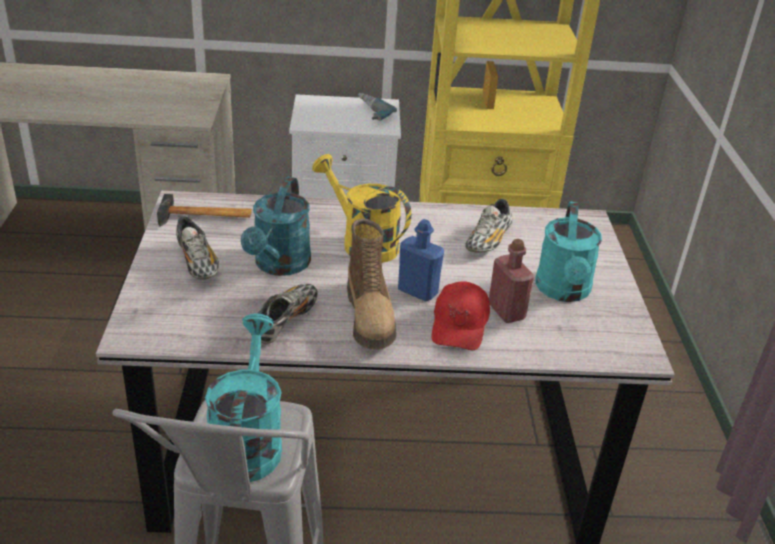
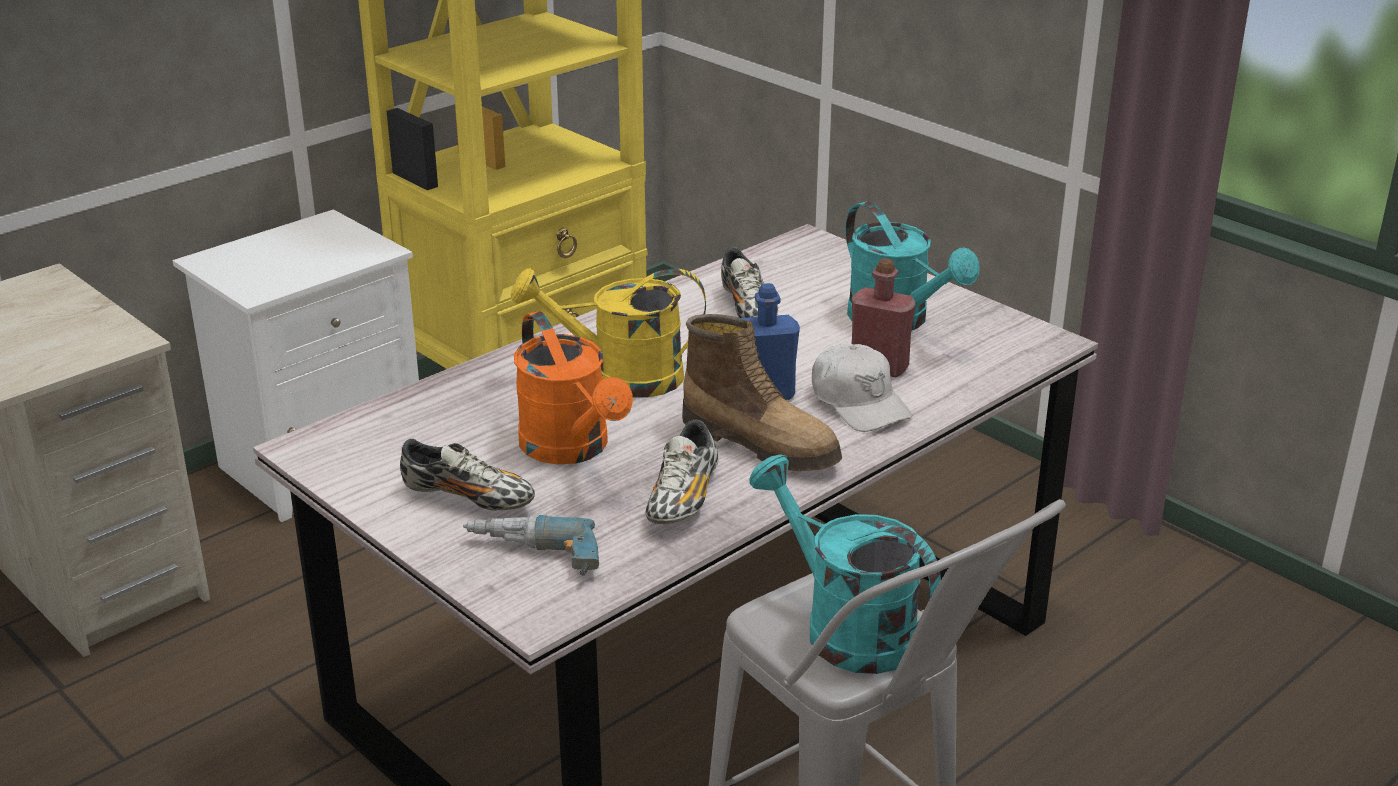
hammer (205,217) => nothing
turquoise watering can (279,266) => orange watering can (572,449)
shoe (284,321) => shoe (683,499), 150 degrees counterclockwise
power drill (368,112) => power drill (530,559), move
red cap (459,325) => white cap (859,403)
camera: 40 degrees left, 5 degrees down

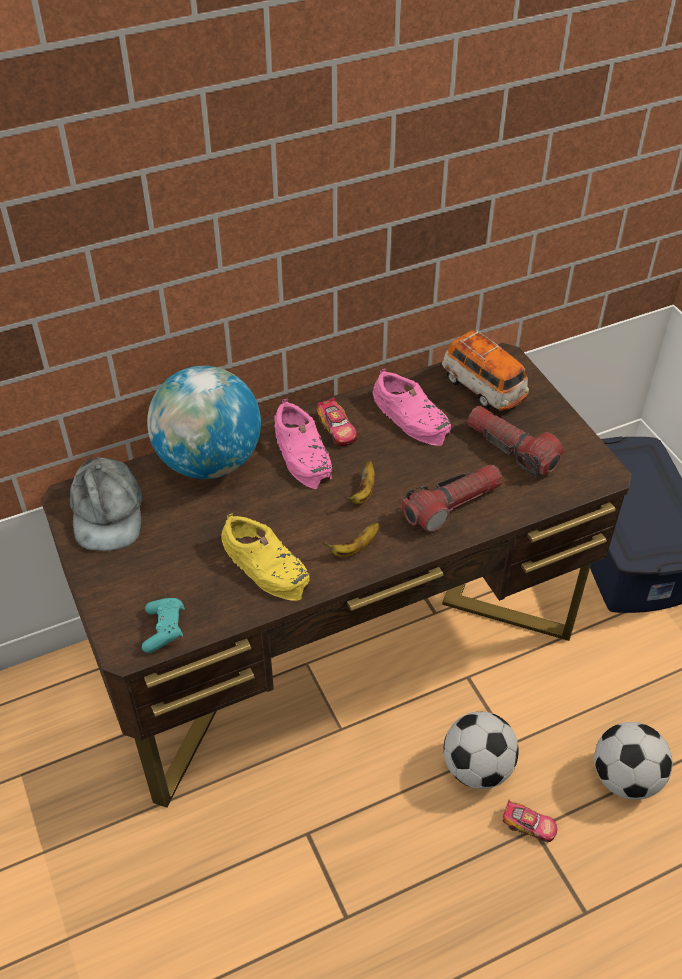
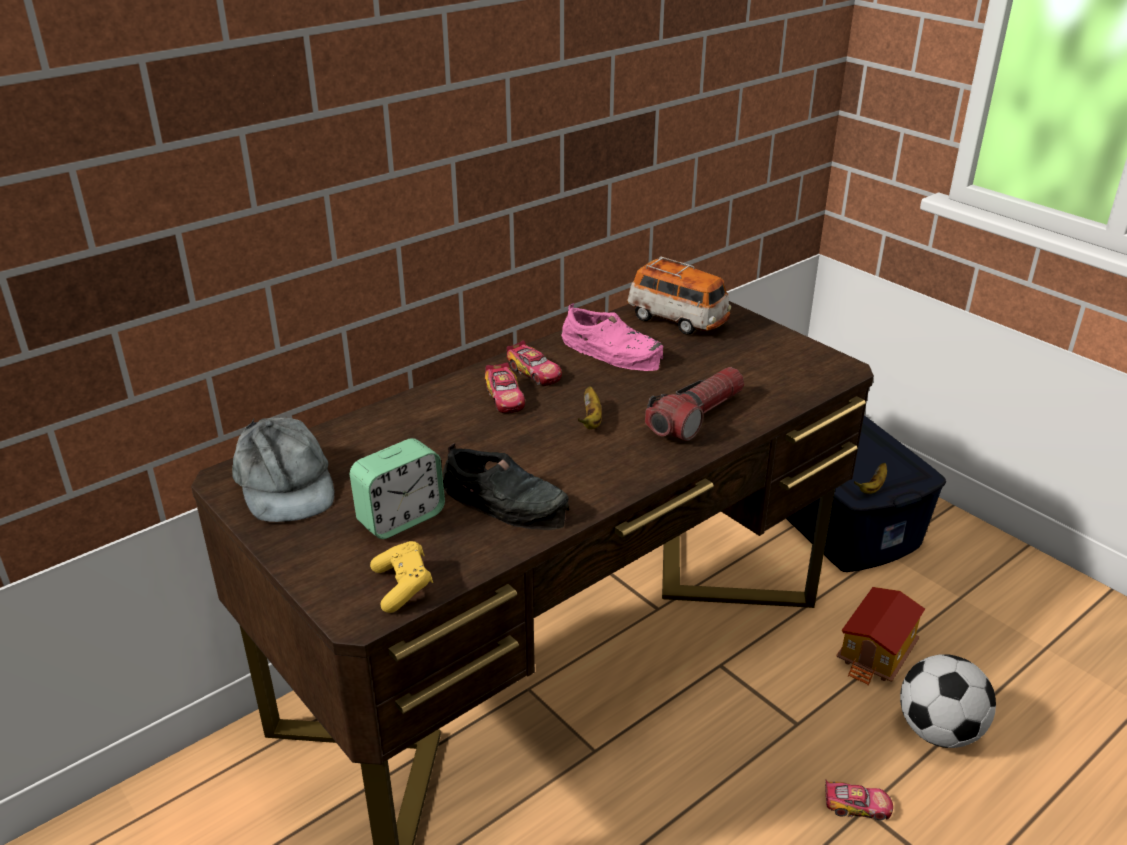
turquoise game controller (164,630) => yellow game controller (403,586)
globe (209,462) => nothing
yellow shoe (266,565) => black shoe (506,502)
pink shoe (303,453) => toy car (505,397)
banana (354,548) => banana (872,487), move
football (477,767) => nothing
flashlight (511,449) => nothing
nothing => alarm clock (401,518)
nothing => toy house (877,655)
camera: 15 degrees left, 15 degrees down

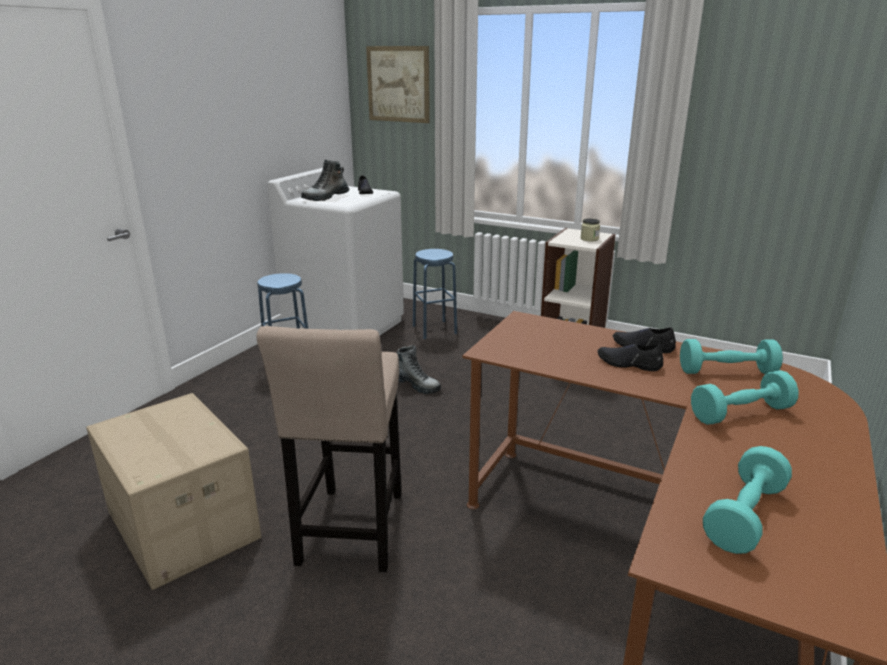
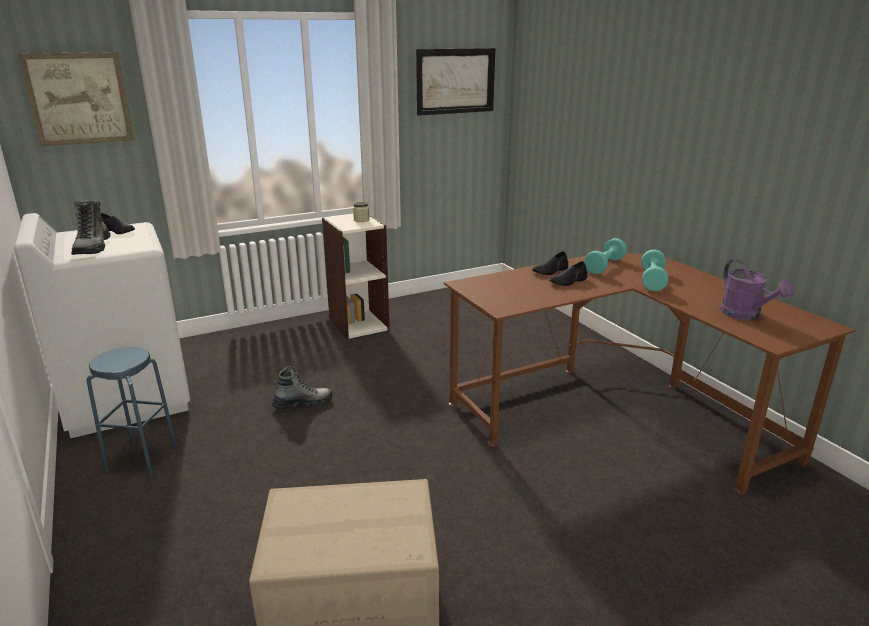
beige stool (350,533) => nothing
blue stool (434,329) => nothing
turquoise dumbbell (744,516) => purple watering can (745,315)
nothing => picture (455,81)
camera: 55 degrees left, 0 degrees up

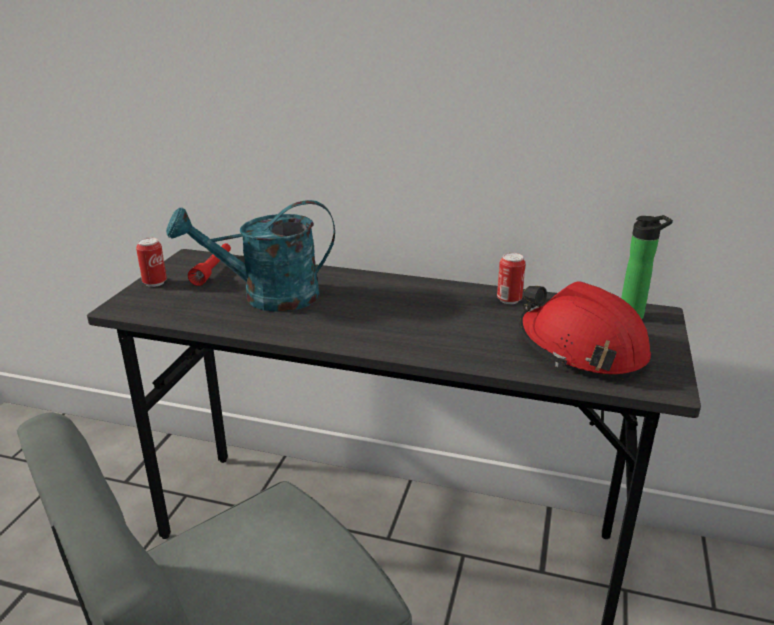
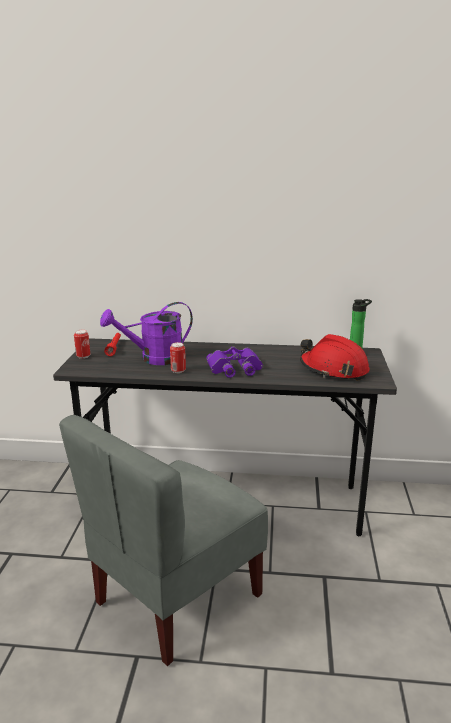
turquoise watering can (267,297) => purple watering can (154,359)
can (509,300) => can (178,371), move
nothing => purple binoculars (235,368)
camera: 10 degrees left, 5 degrees down

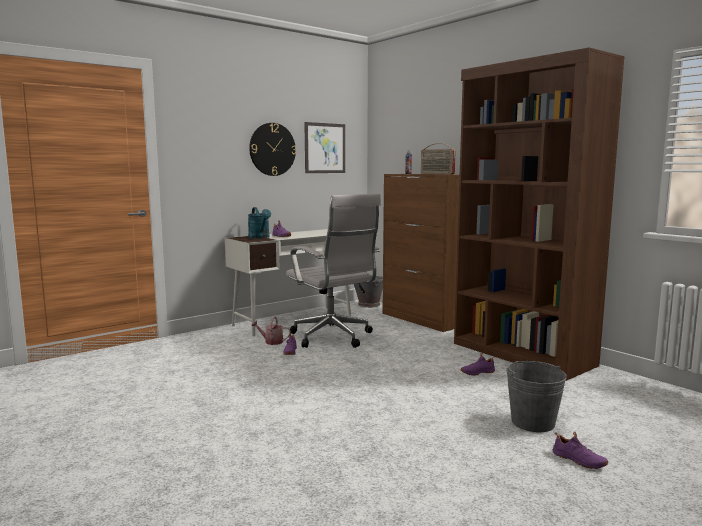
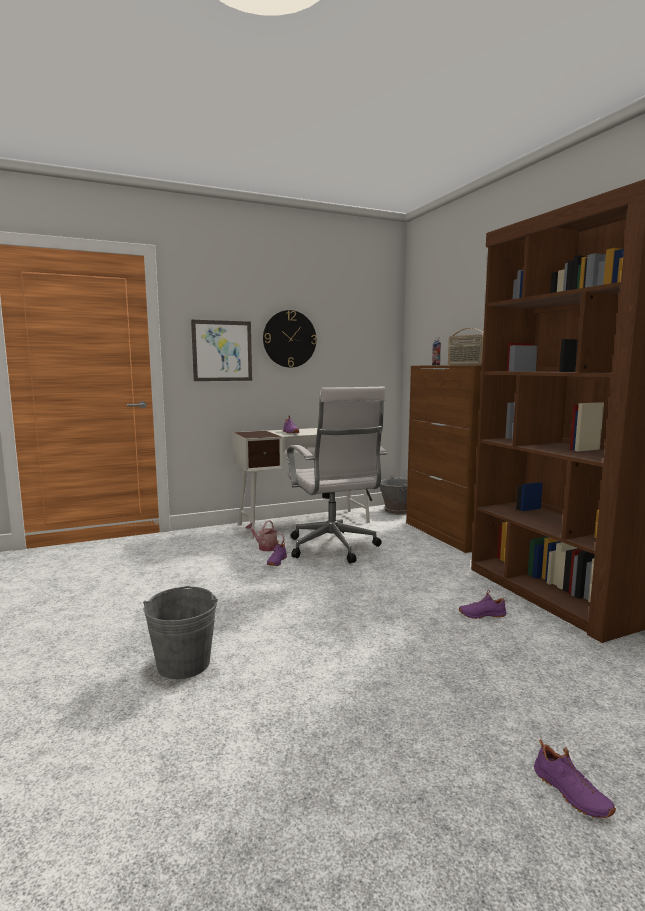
turquoise watering can (260,237) => nothing
picture (325,148) => picture (222,351), move
grey bucket (532,422) => grey bucket (184,664), move
camera: 15 degrees right, 0 degrees up

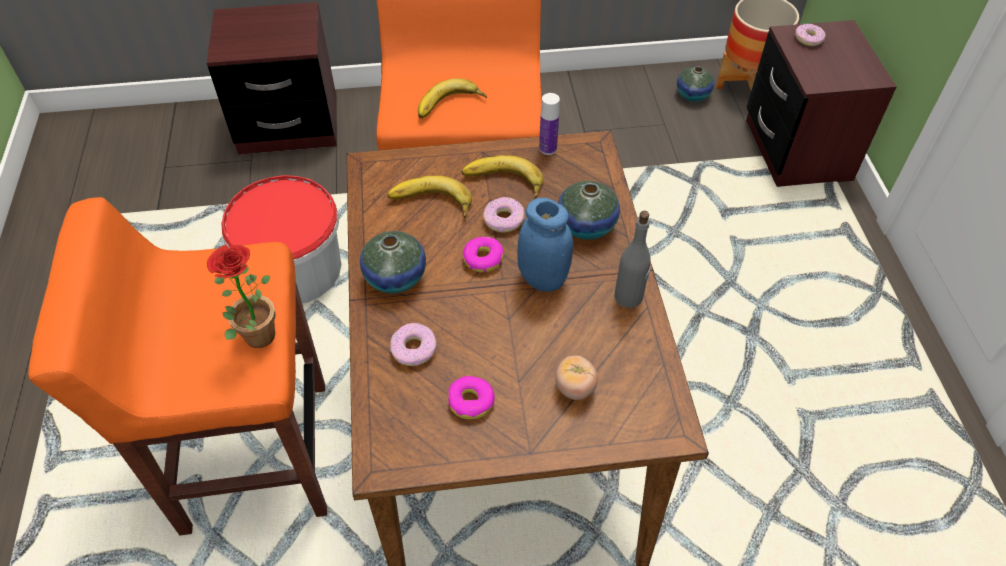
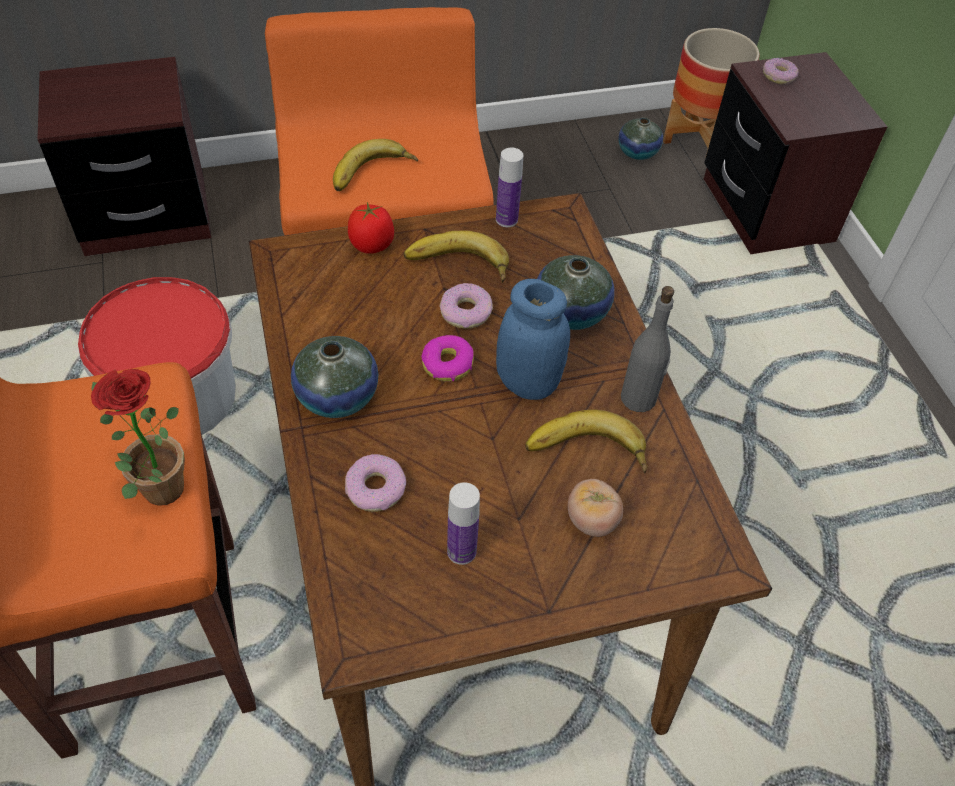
banana (430,204) => banana (586,454), move
donut (471,401) => bottle (461,551)
nothing => tomato (372,245)
camera: 10 degrees left, 0 degrees up

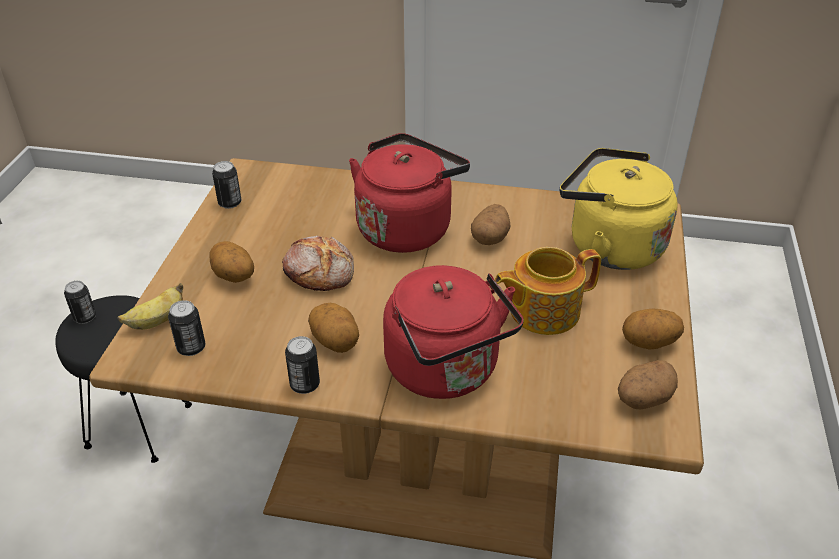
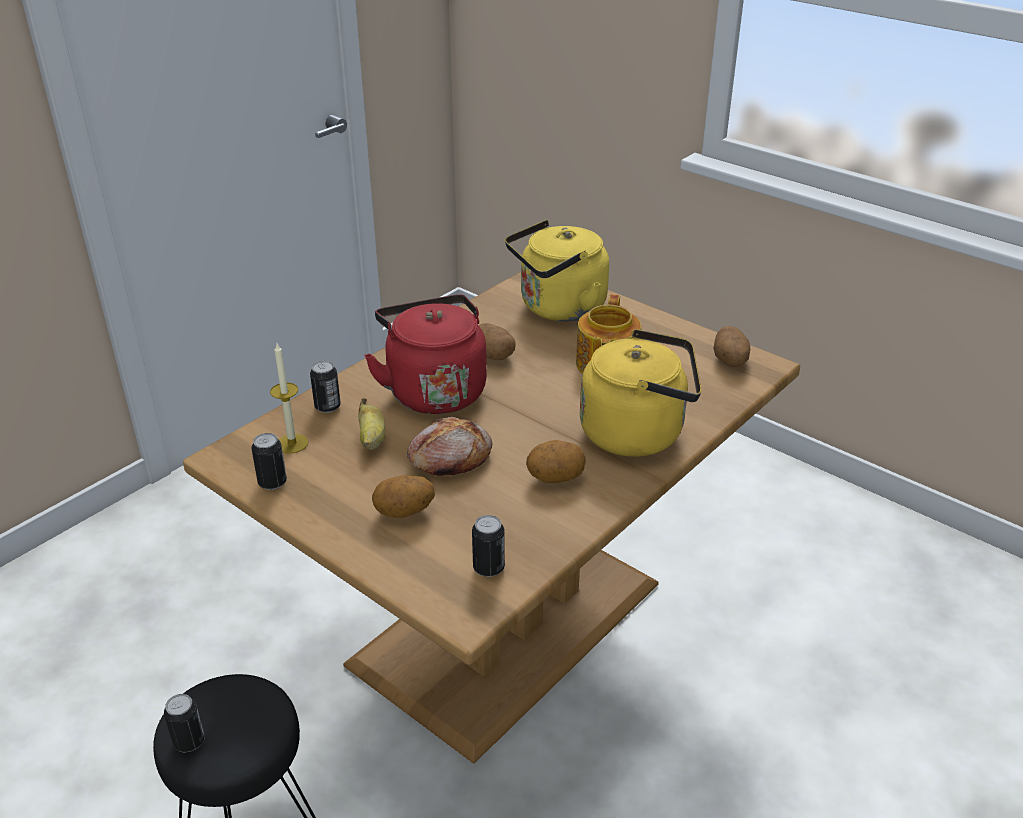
banana (157,321) => banana (372,439), move
can (305,385) => can (327,407), move
red kettle (447,371) => yellow kettle (638,433)
potato (649,344) => nothing
nothing => candle (292,443)
camera: 60 degrees left, 5 degrees down

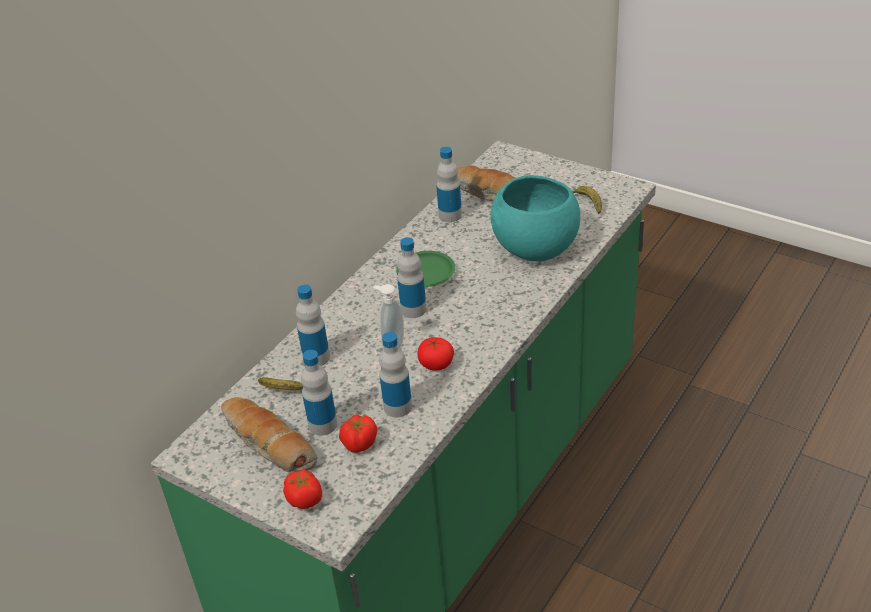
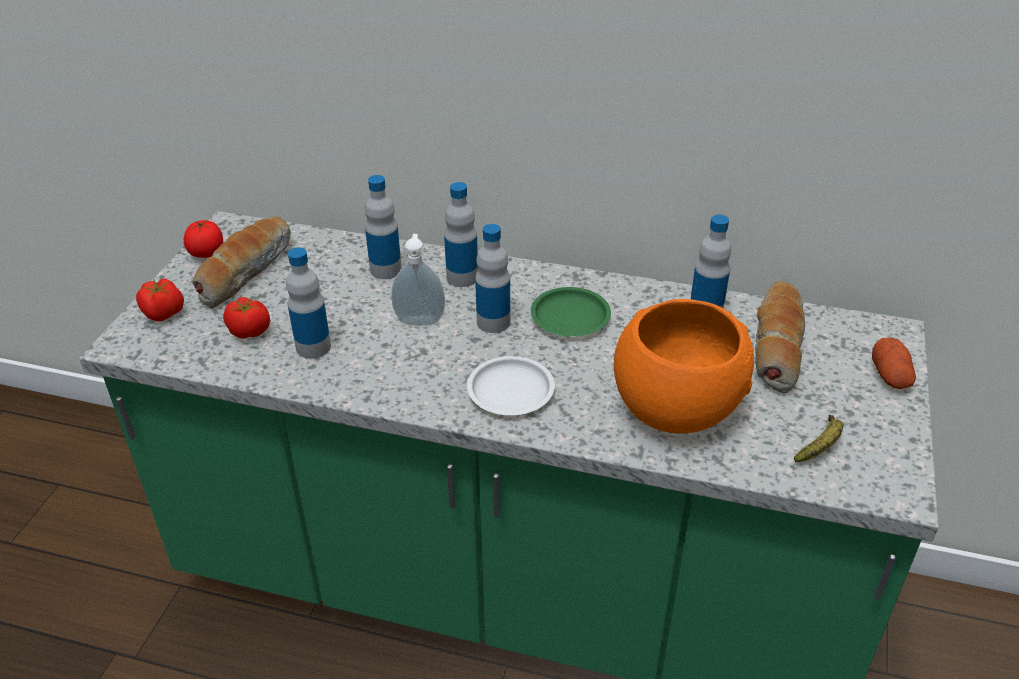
banana (285,390) => nothing
bottle (323,424) => bottle (462,277), move
tomato (436,364) => tomato (206,253), move
turquoise bowl (533,247) => orange bowl (675,405)
nothing => white plate (510,391)
nothing => potato (890,375)
camera: 70 degrees right, 0 degrees up

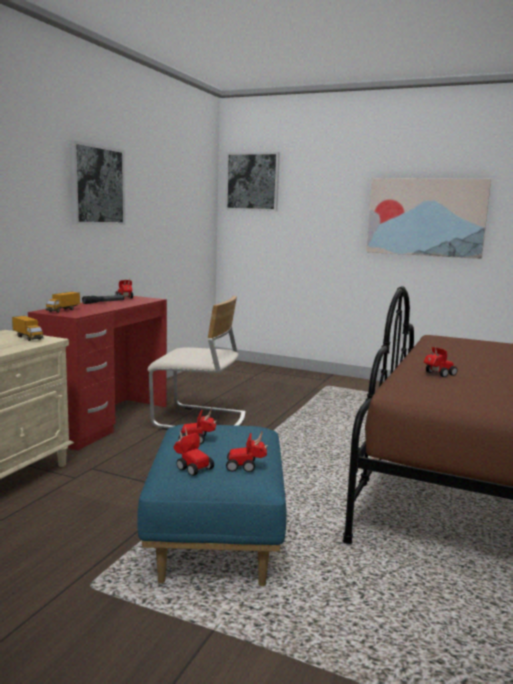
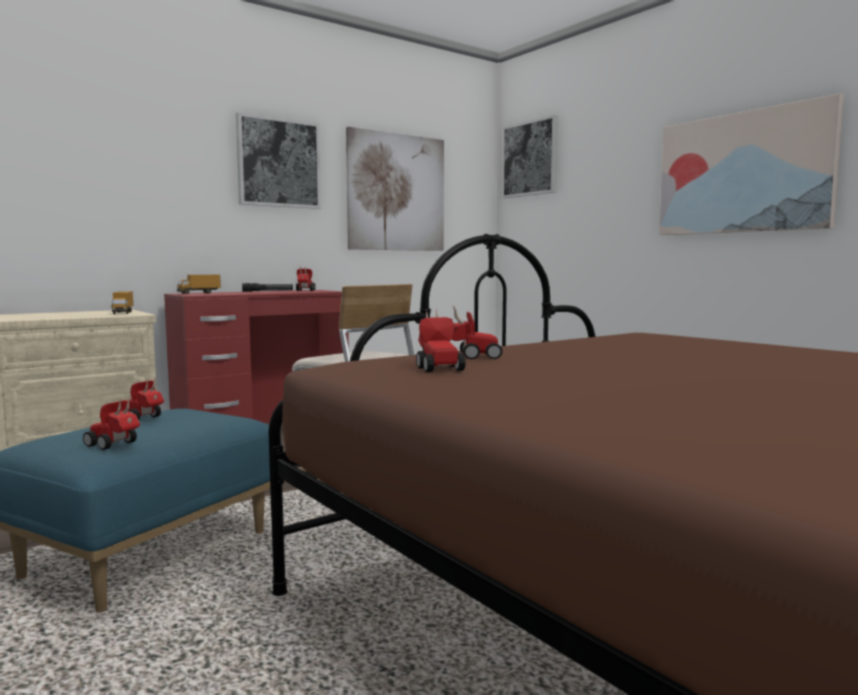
toy car (191,467) => toy car (437,368), move
nothing => picture (396,192)
camera: 30 degrees right, 5 degrees down

